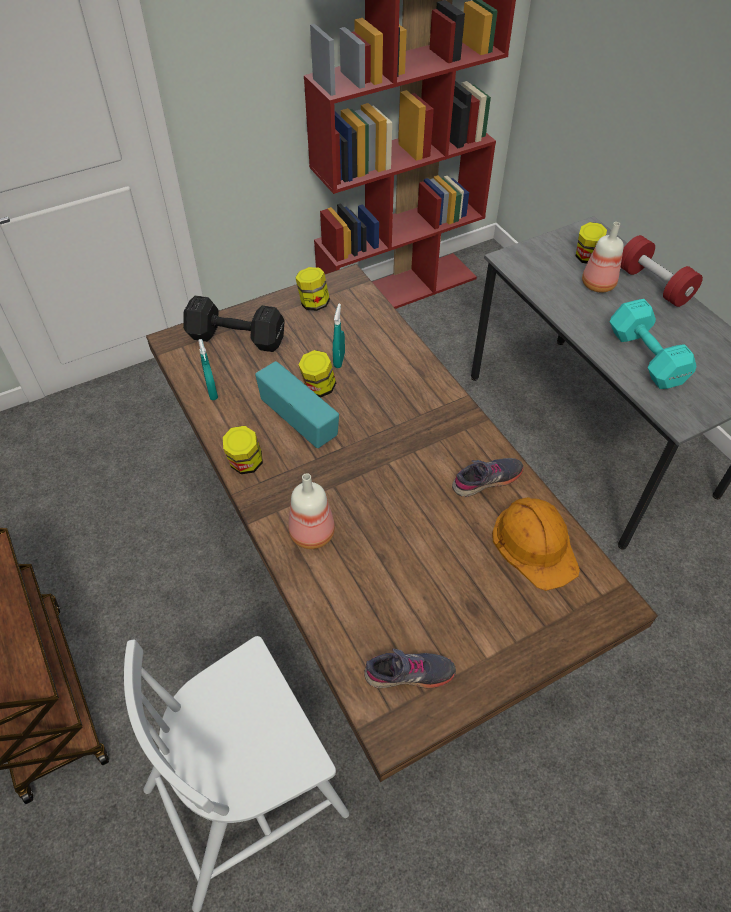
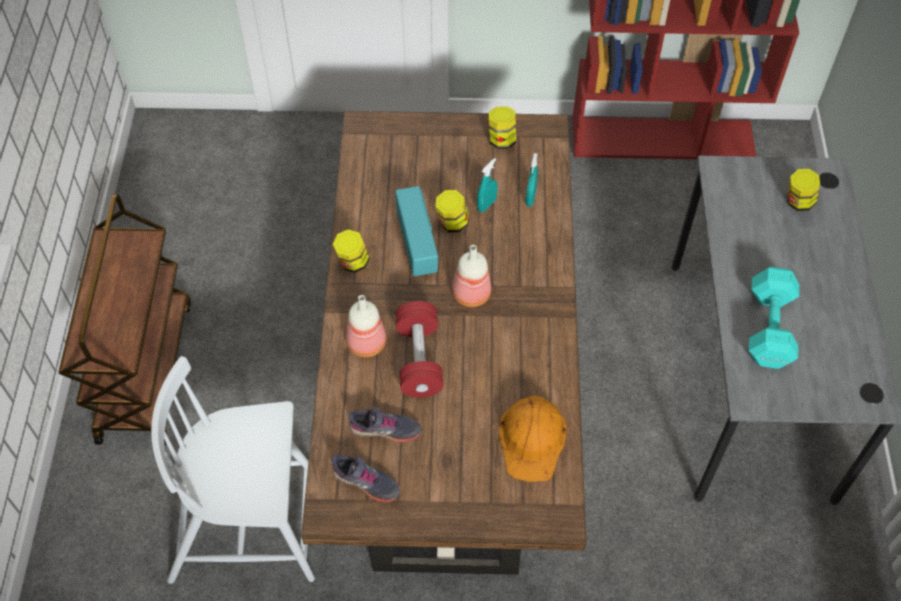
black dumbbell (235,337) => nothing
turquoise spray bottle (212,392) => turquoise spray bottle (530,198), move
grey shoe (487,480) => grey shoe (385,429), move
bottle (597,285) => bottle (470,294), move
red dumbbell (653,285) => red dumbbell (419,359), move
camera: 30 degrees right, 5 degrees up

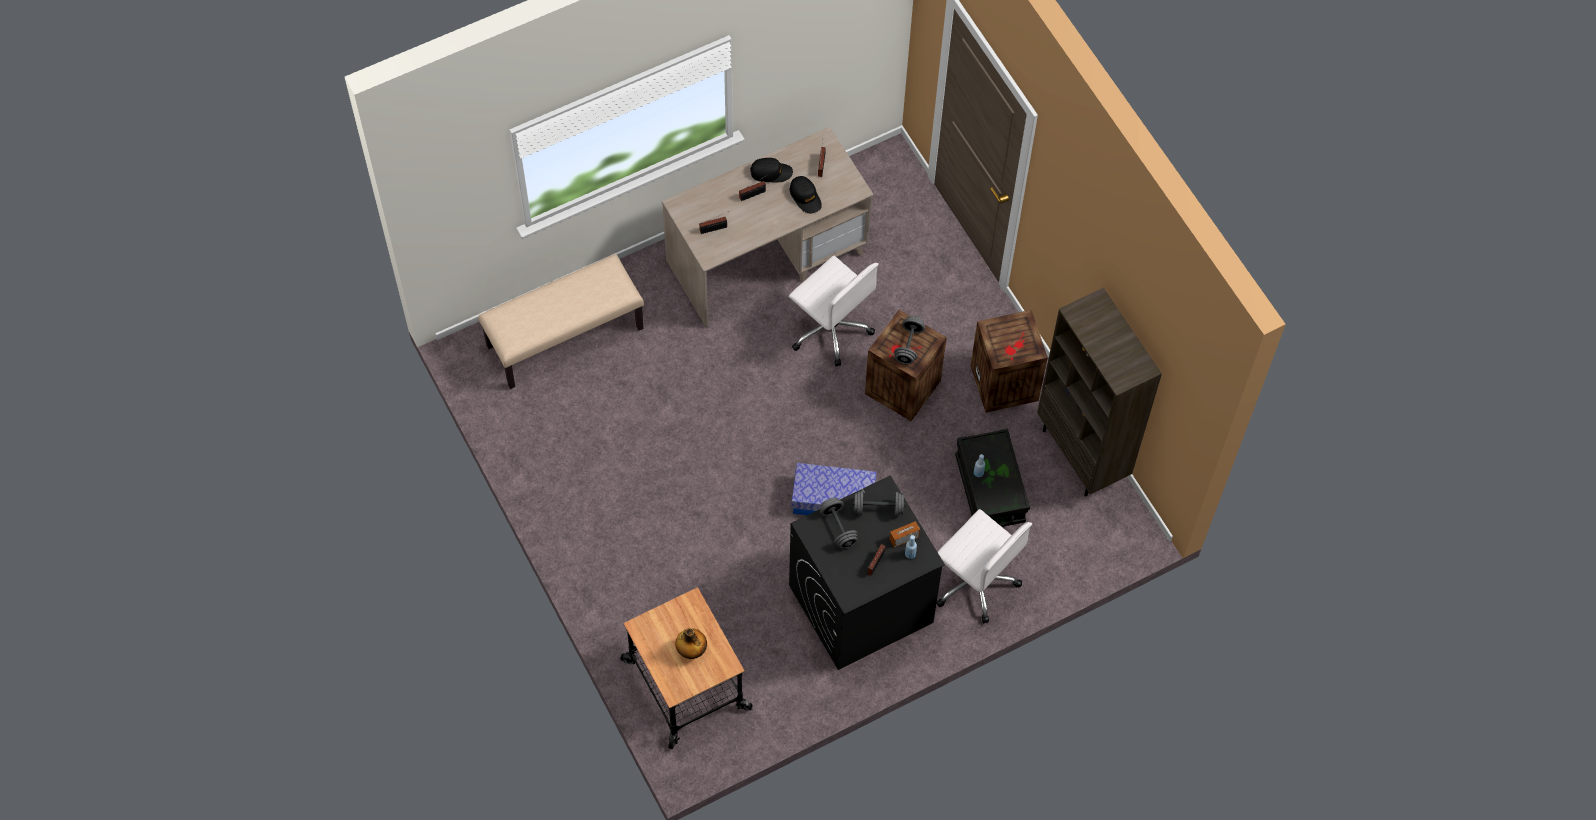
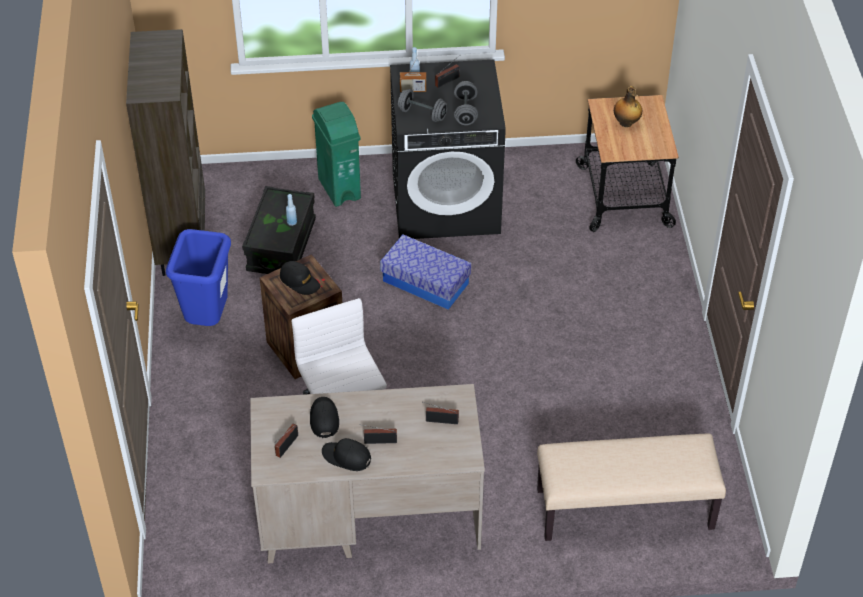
grey dumbbell (909,345) => black cap (300,281)
white office chair (975,581) => green trash can (339,188)
crate (1005,383) => blue trash can (208,319)
camera: 155 degrees left, 15 degrees down

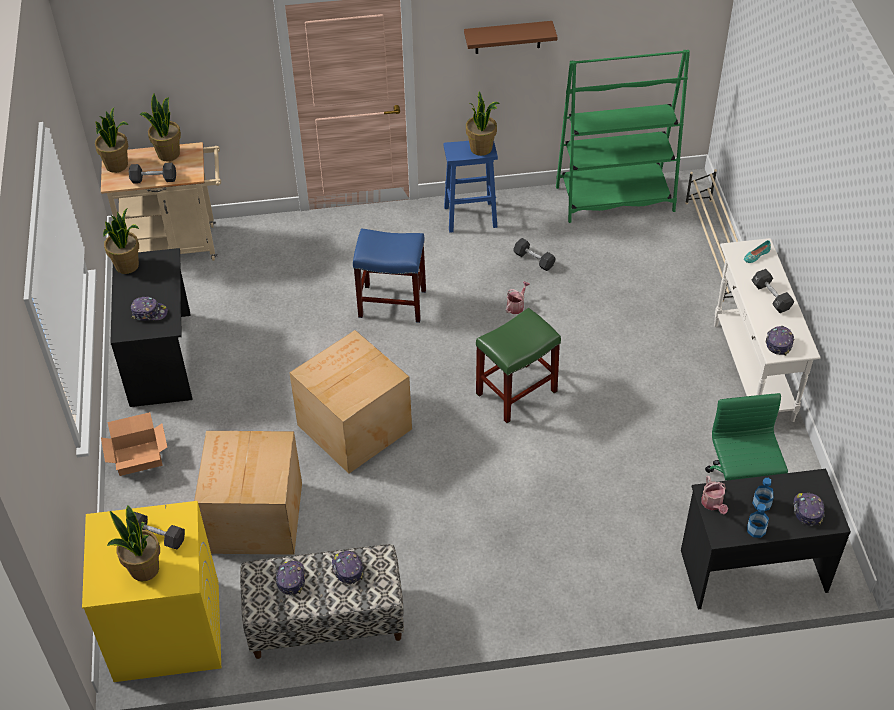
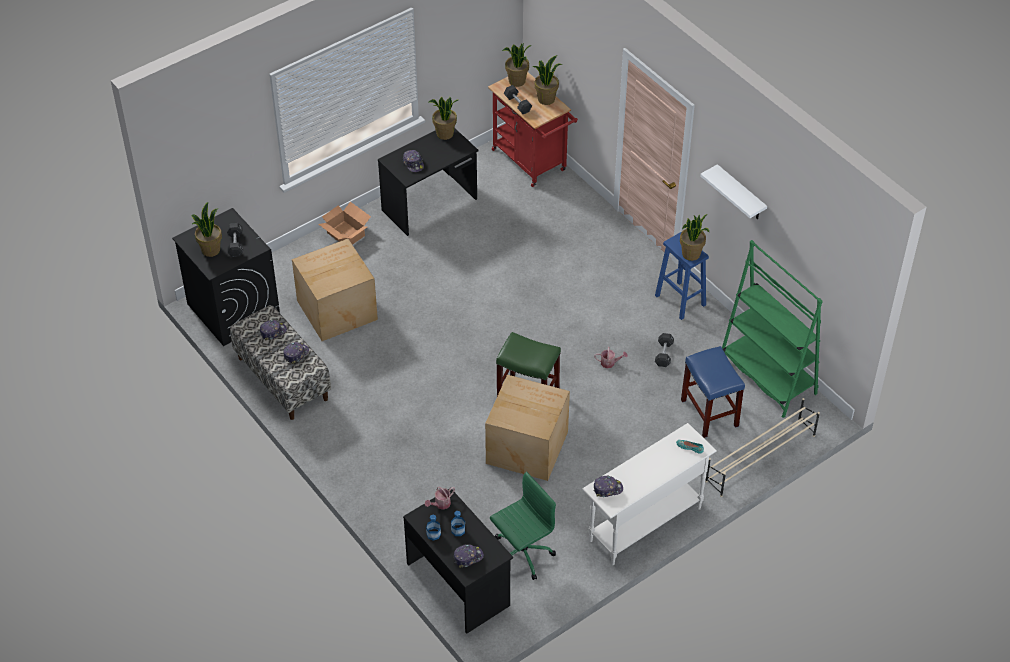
yellow washing machine (166,631) => black washing machine (233,309)
beige cart (178,245) => red cart (532,162)
cardboard box (352,427) => cardboard box (526,446), move
blue stool (393,303) => blue stool (710,413), move
brown shelf (508,37) => white shelf (740,194)
black dumbbell (771,297) => nothing
camera: 60 degrees right, 0 degrees up

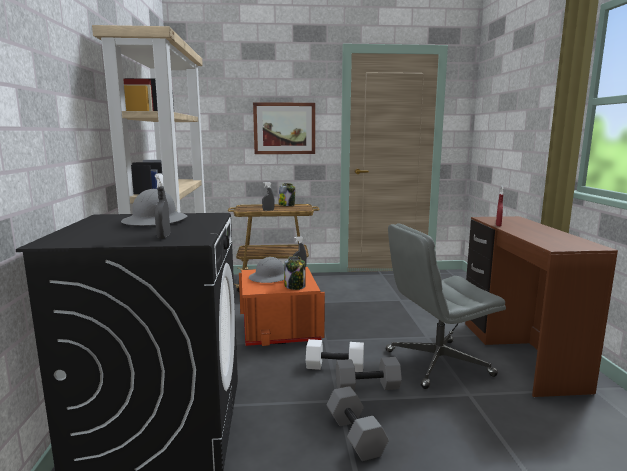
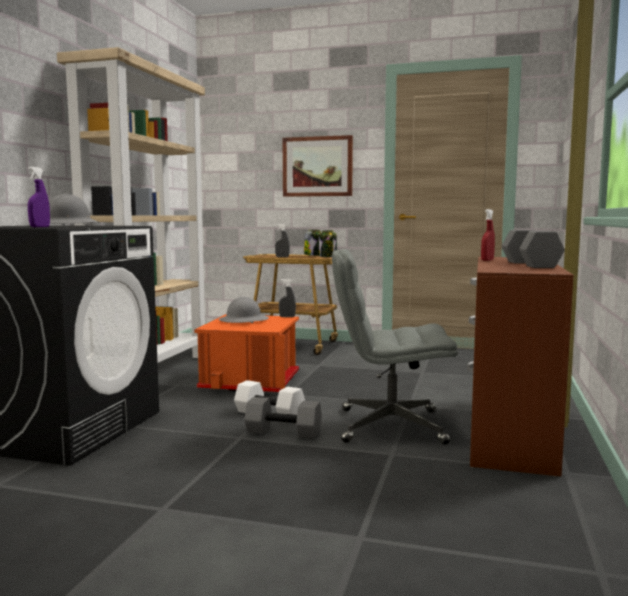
grey spray bottle (163,236) => purple spray bottle (39,227)
jar (295,286) => jar (328,256), move
grey dumbbell (356,435) => grey dumbbell (531,265), move
camera: 20 degrees right, 5 degrees down

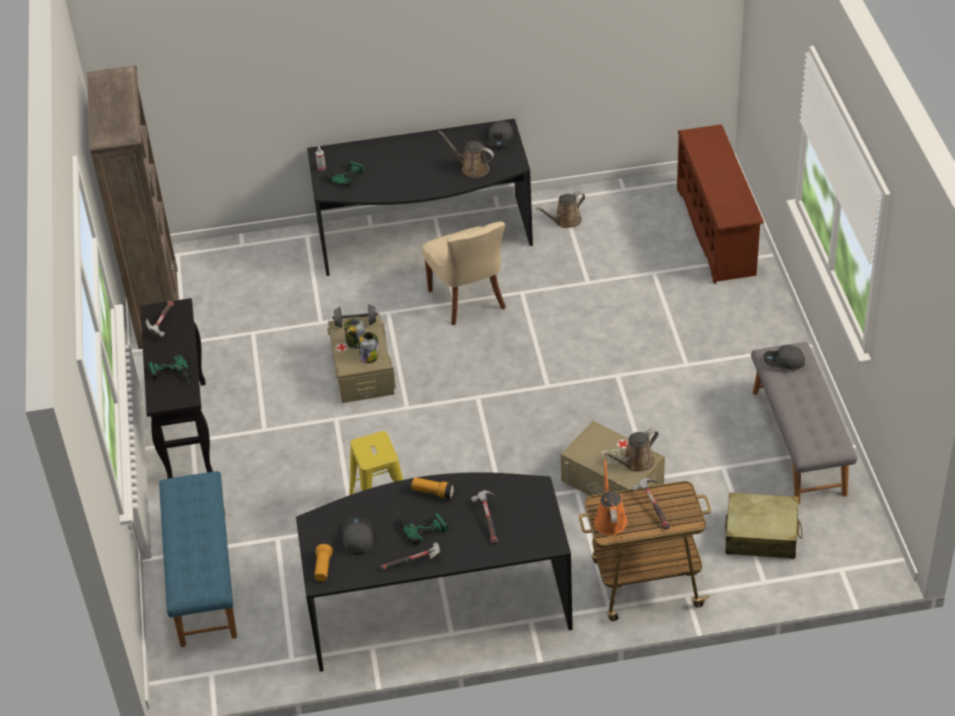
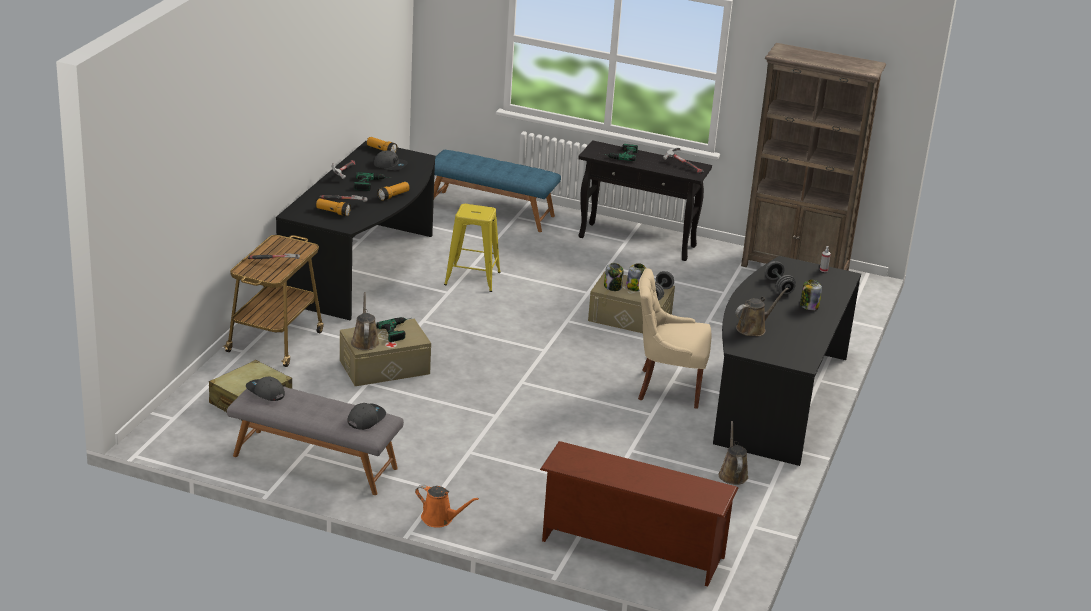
power drill (340,174) => power drill (399,330), move
grey cap (500,138) => grey cap (265,392), move
orange watering can (610,519) => orange watering can (440,519), move
nothing => flashlight (333,212)
nothing => grey dumbbell (778,286)
nothing => jar (809,306)
camera: 115 degrees right, 15 degrees down

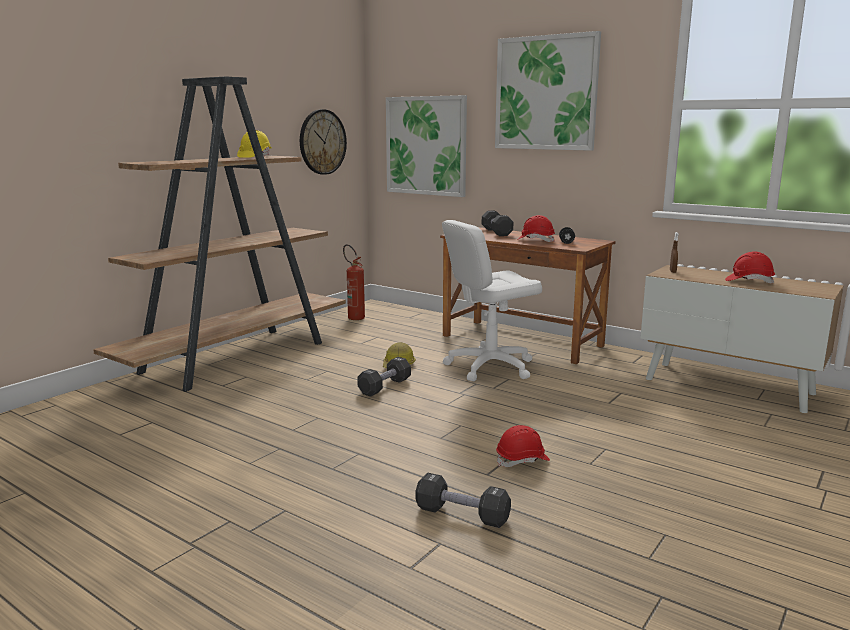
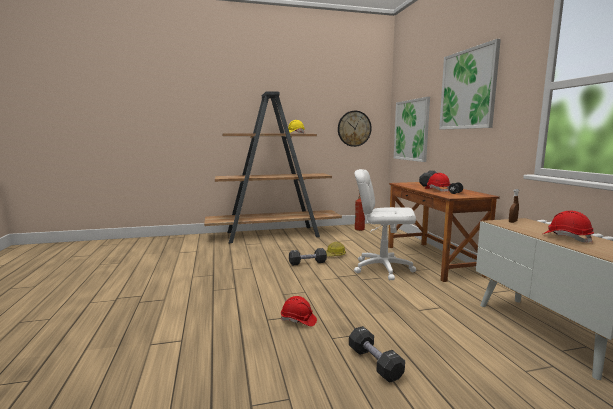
black dumbbell (462,515) => black dumbbell (374,363), move
camera: 40 degrees right, 5 degrees down

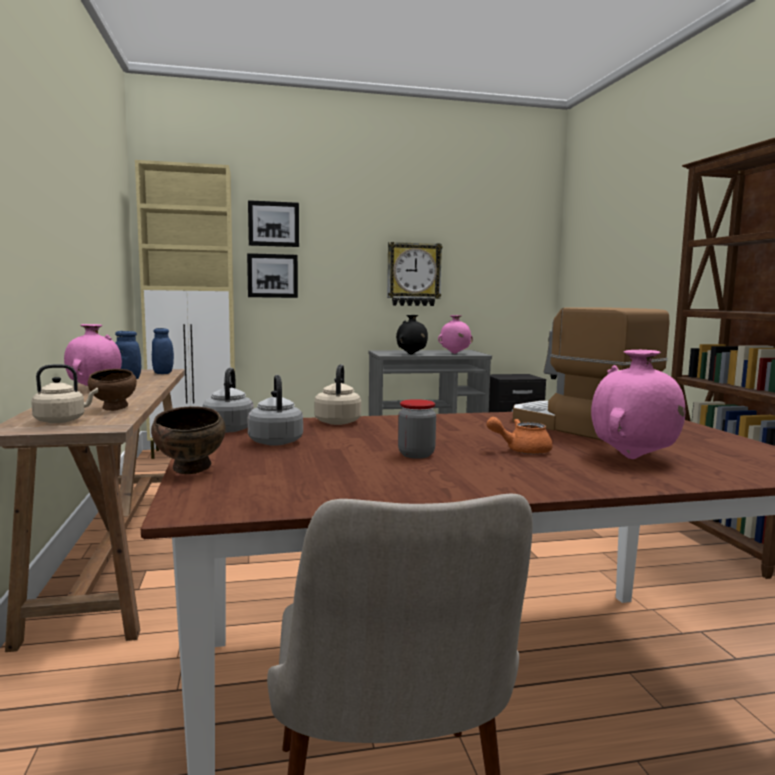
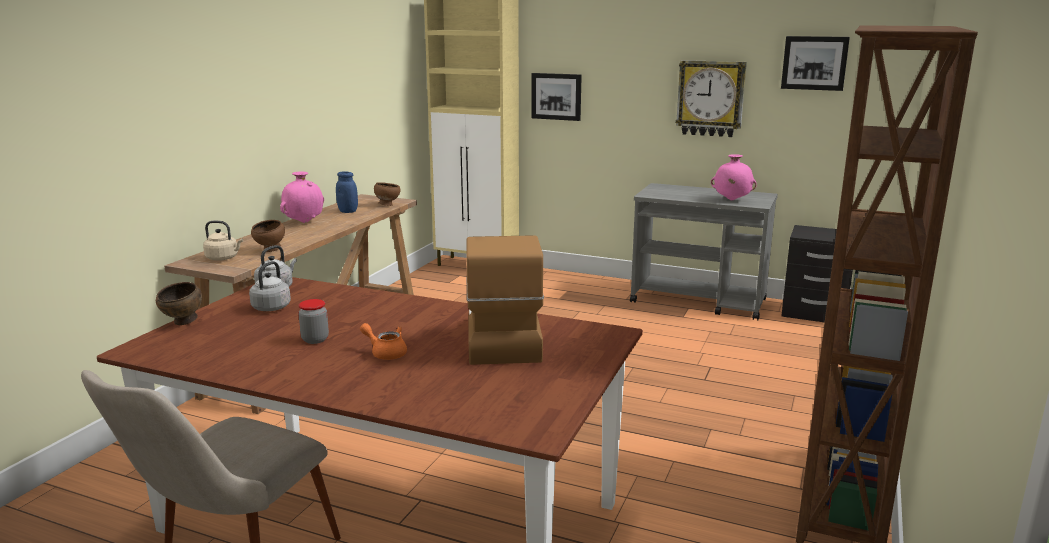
blue jar (163,373) => brown bowl (387,205)
picture (273,224) => picture (814,63), move
beige kettle (338,421) => nothing
black vase (411,354) => nothing
pink vase (633,458) => nothing
camera: 35 degrees right, 10 degrees up

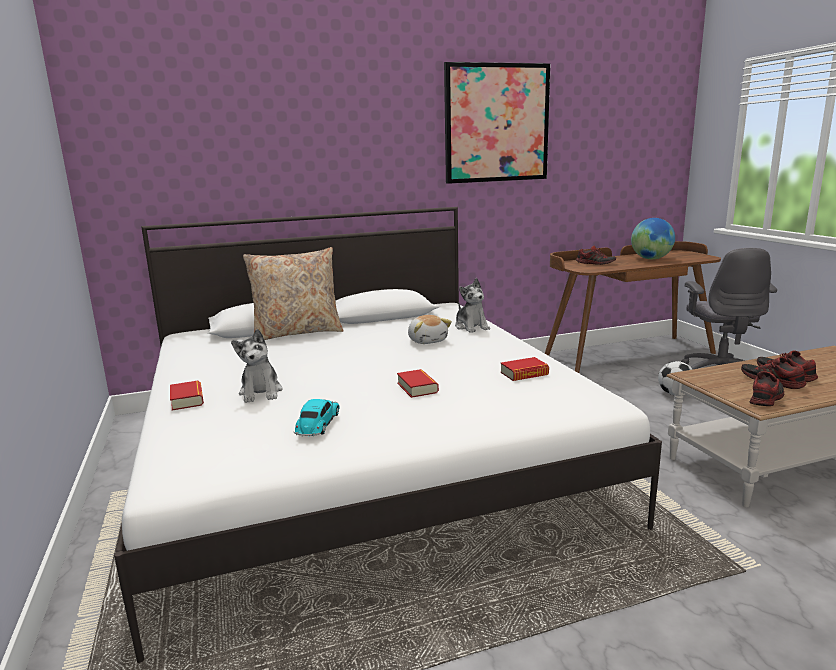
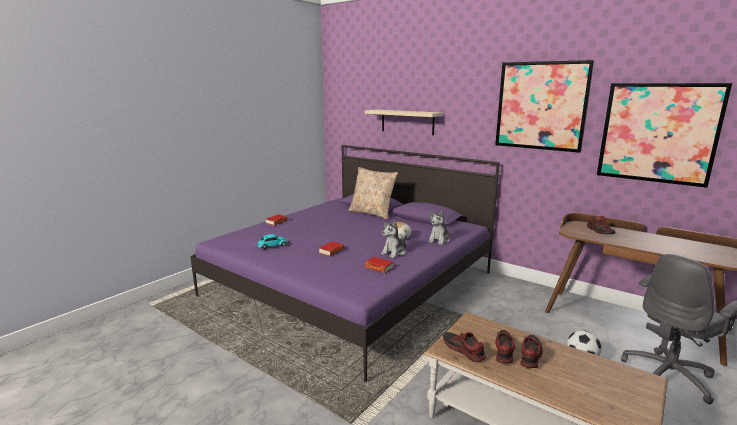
white bed (361,456) => purple bed (351,284)
plush toy (261,392) => plush toy (394,252), move
globe (651,259) => nothing
shoe (765,397) => shoe (463,350), 135 degrees counterclockwise
nothing => beige shelf (407,122)
nothing => picture (658,133)
camera: 55 degrees right, 0 degrees up

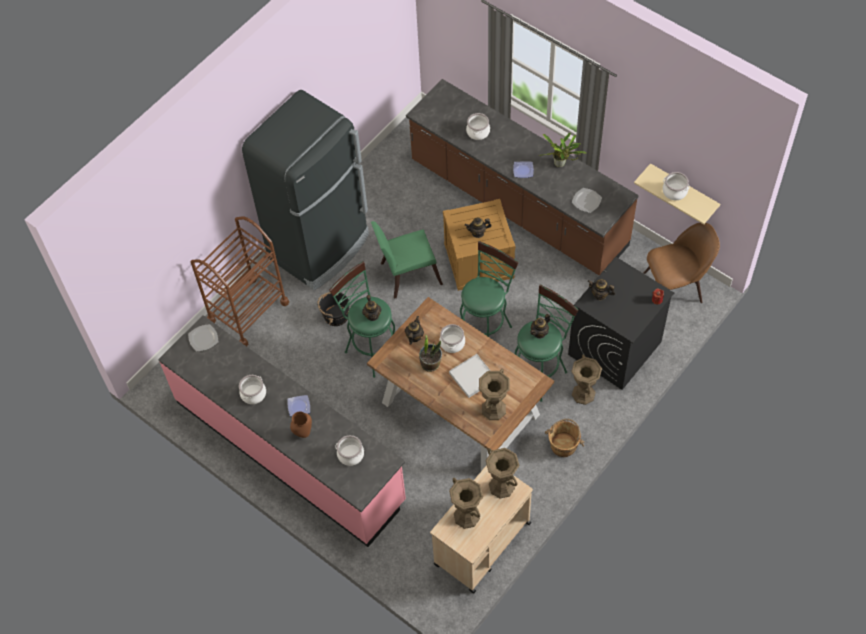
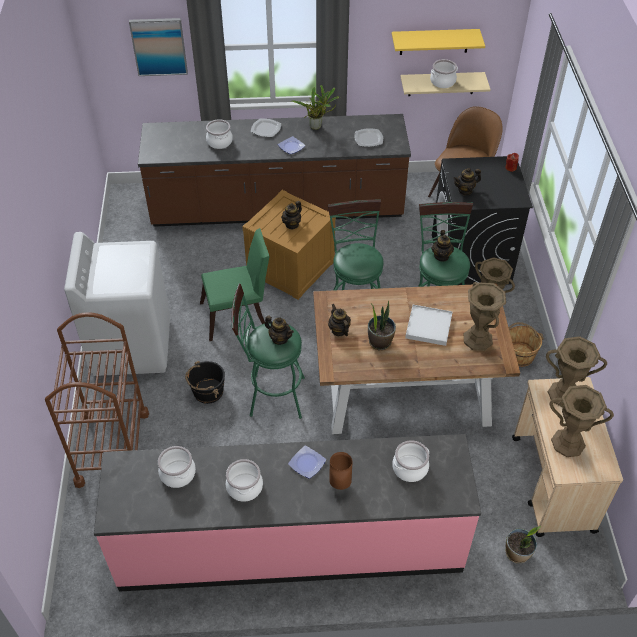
plate (203,338) => plate (265,129), move
black fridge (320,247) => white washing machine (131,346)
green chair (406,274) => green chair (238,316), 135 degrees counterclockwise
cooking pot (452,343) => cooking pot (177,474), move
nothing => picture (159,46)
nothing => yellow shelf (434,41)
nothing => potted plant (517,553)
camera: 45 degrees left, 10 degrees down

